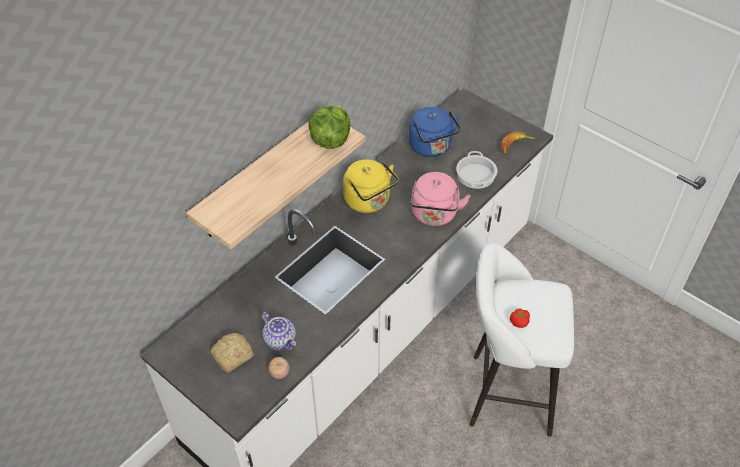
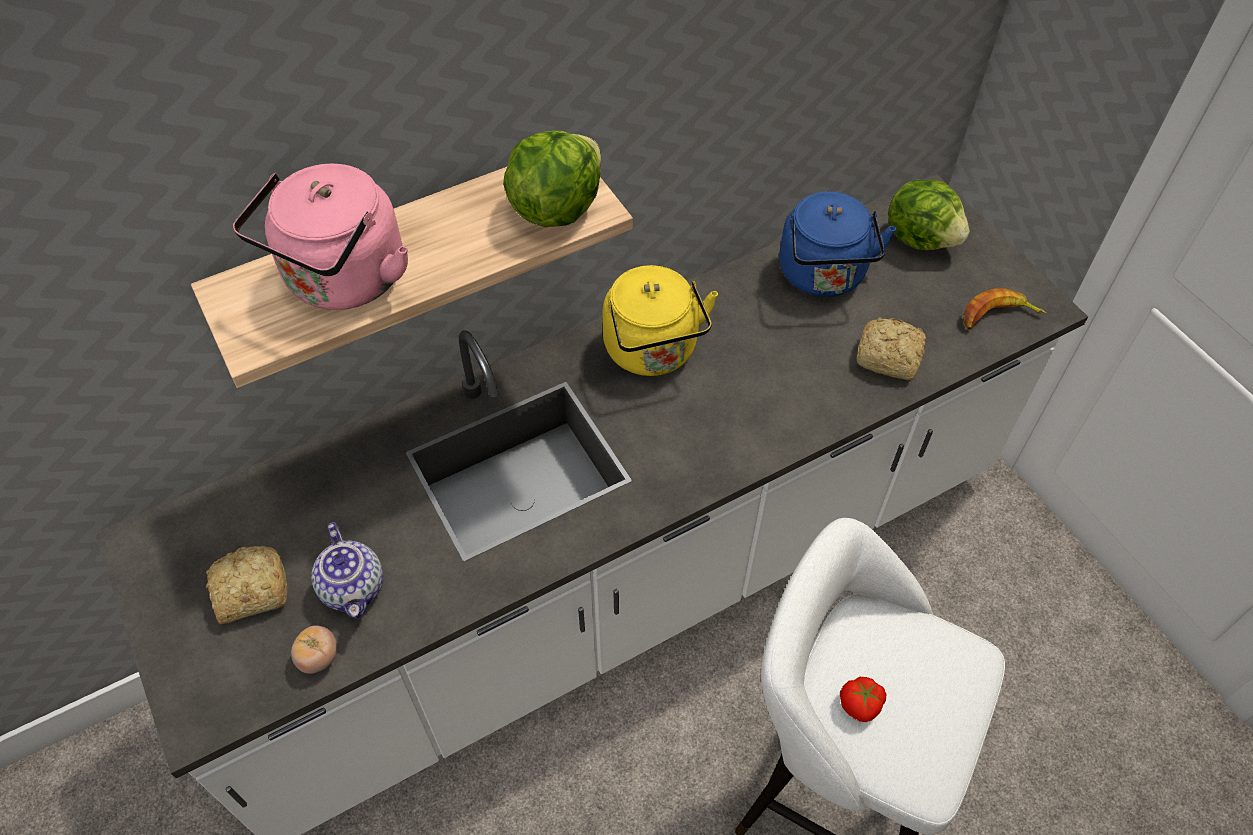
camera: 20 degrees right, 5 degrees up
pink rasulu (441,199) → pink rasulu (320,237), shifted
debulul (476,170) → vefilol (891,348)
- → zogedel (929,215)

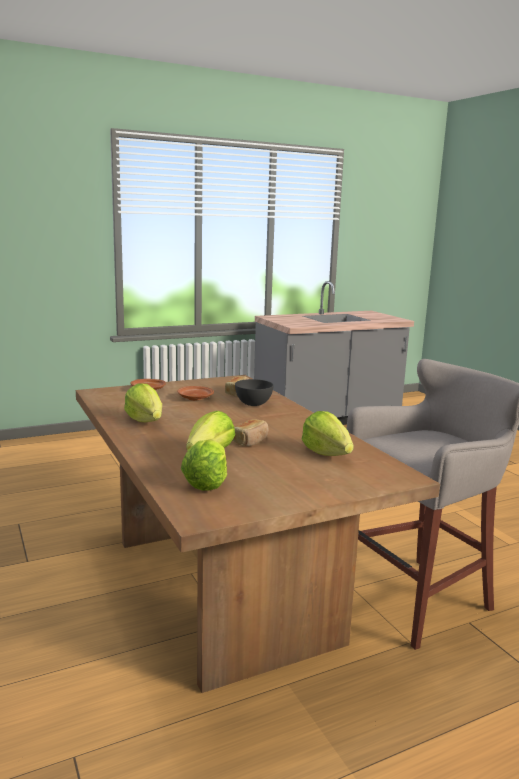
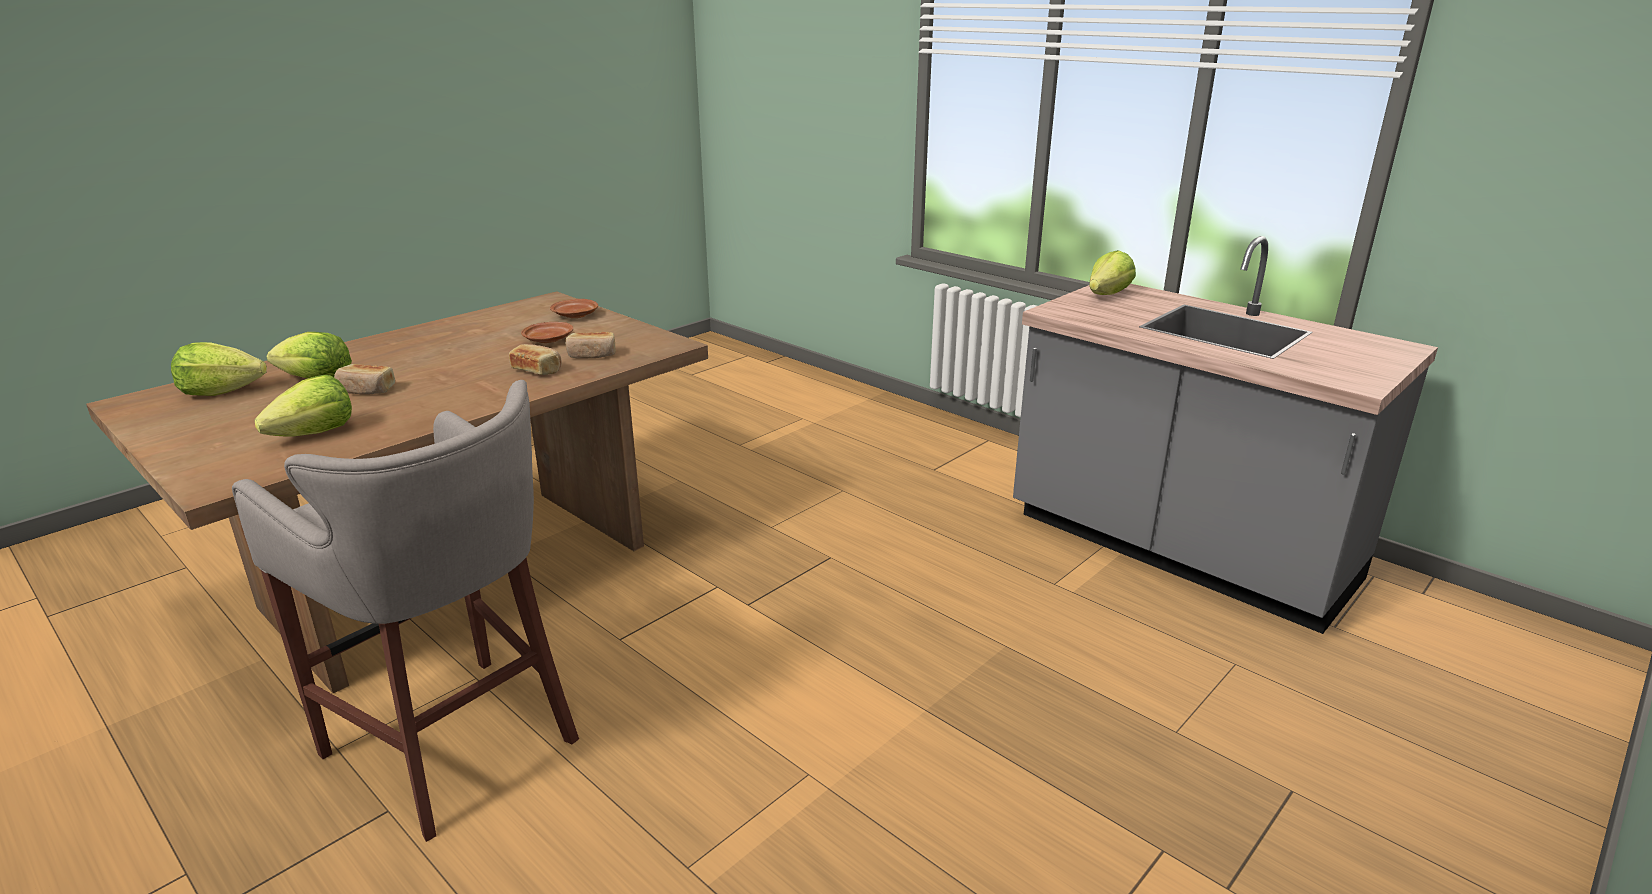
camera: 70 degrees right, 10 degrees up
zogedel (143,402) → zogedel (1112,272), shifted
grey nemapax (254,392) → vefilol (535,359)

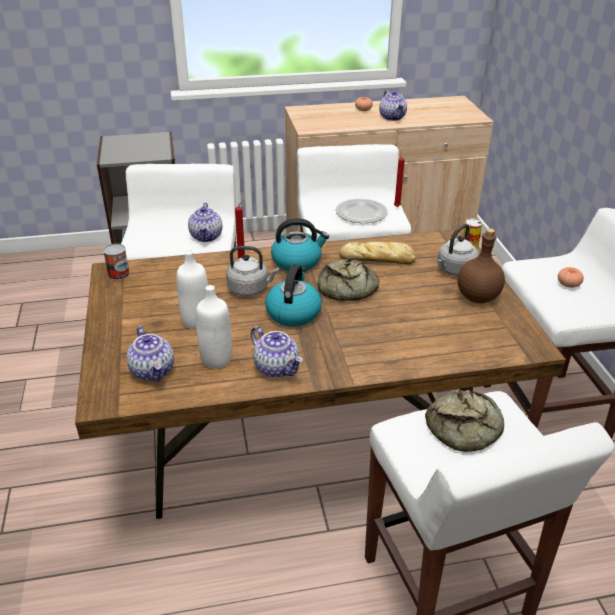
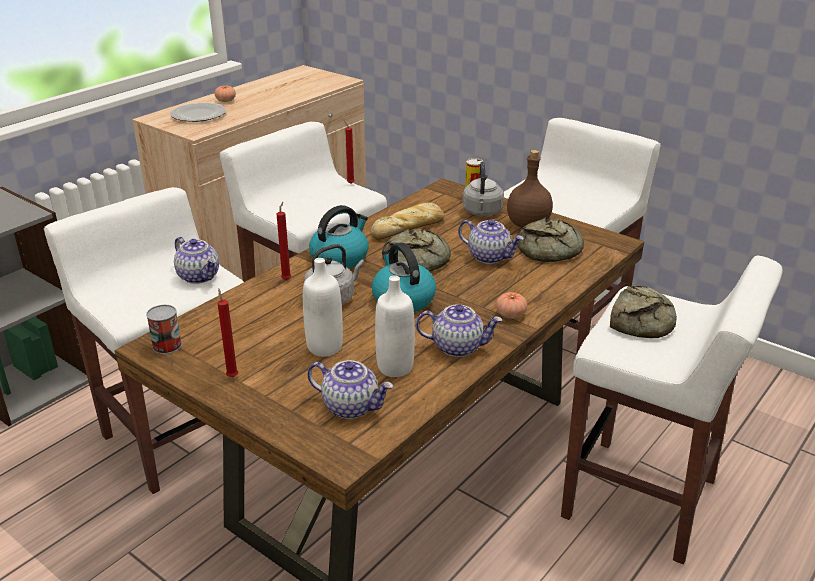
camera: 40 degrees left, 5 degrees down
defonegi (362,210) → defonegi (198,112), shifted
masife (393,105) → masife (491,241), shifted
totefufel (571,277) → totefufel (511,305), shifted
- → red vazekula (228,333)
- → vefilol (550,240)

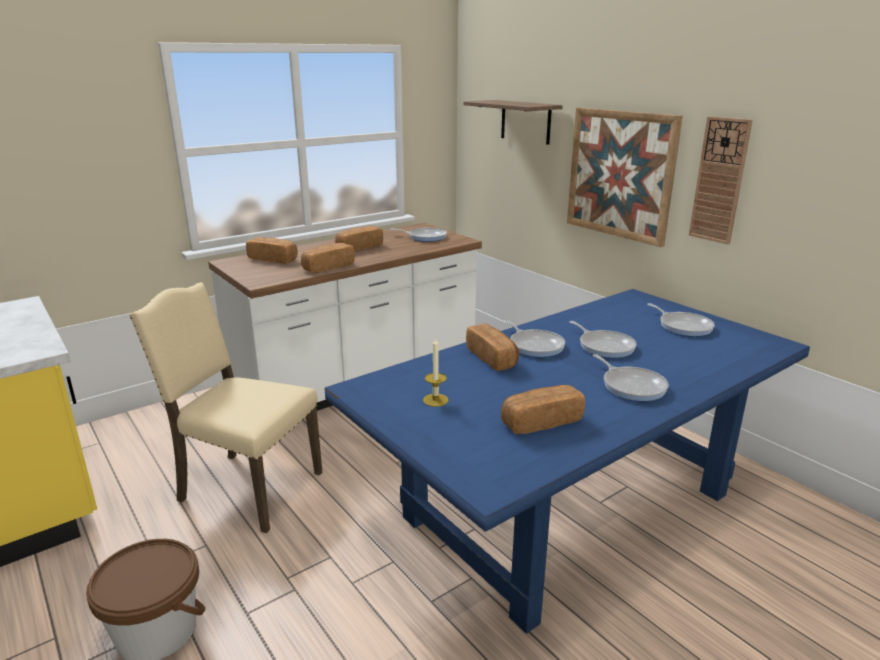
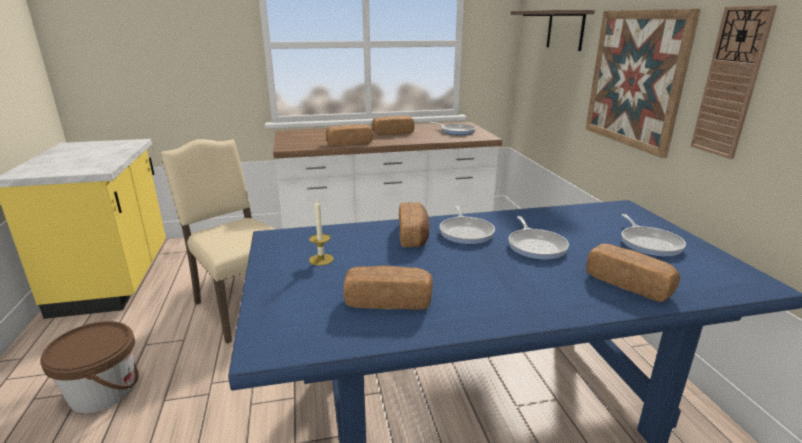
camera: 25 degrees right, 0 degrees up
vefilol (272,250) → vefilol (633,273), shifted
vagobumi (631,377) → -

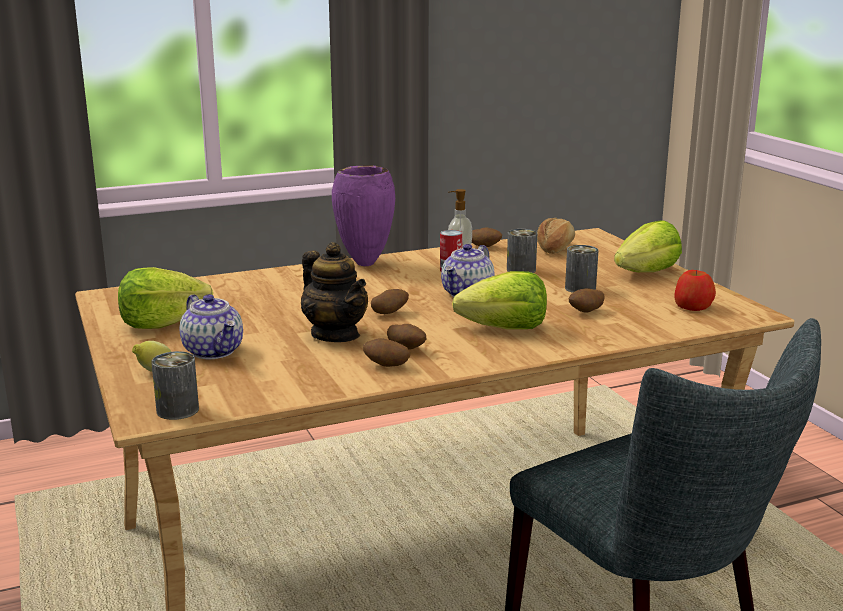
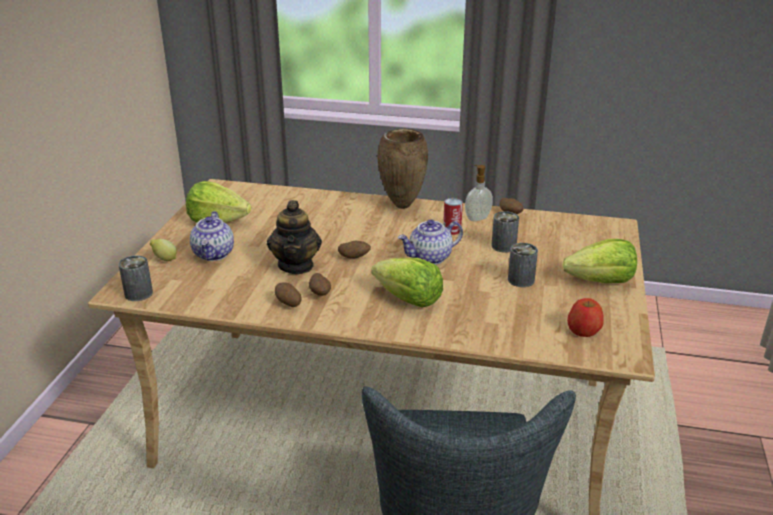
camera: 35 degrees right, 10 degrees up
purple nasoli (363,215) → brown nasoli (402,168)
vefilol (556,236) → -
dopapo (587,300) → -

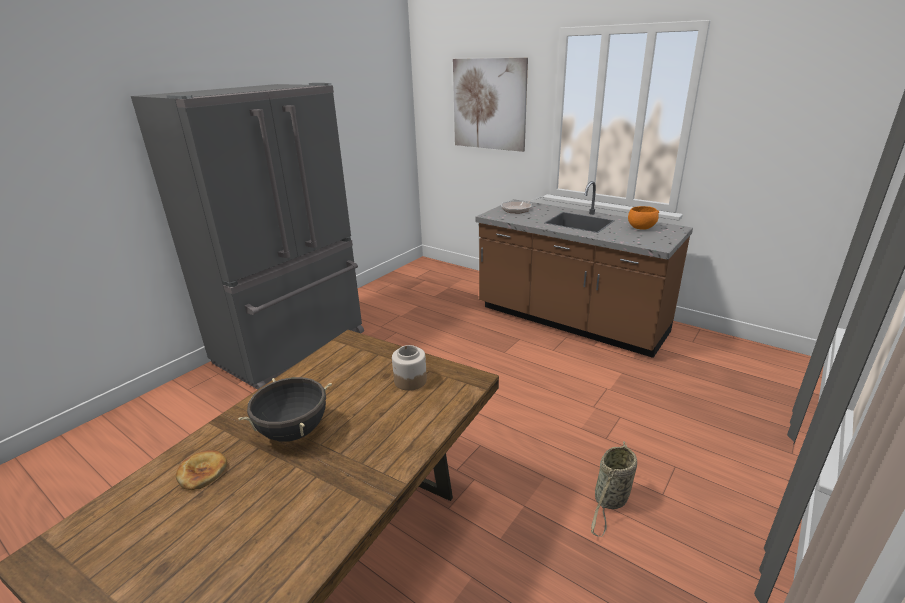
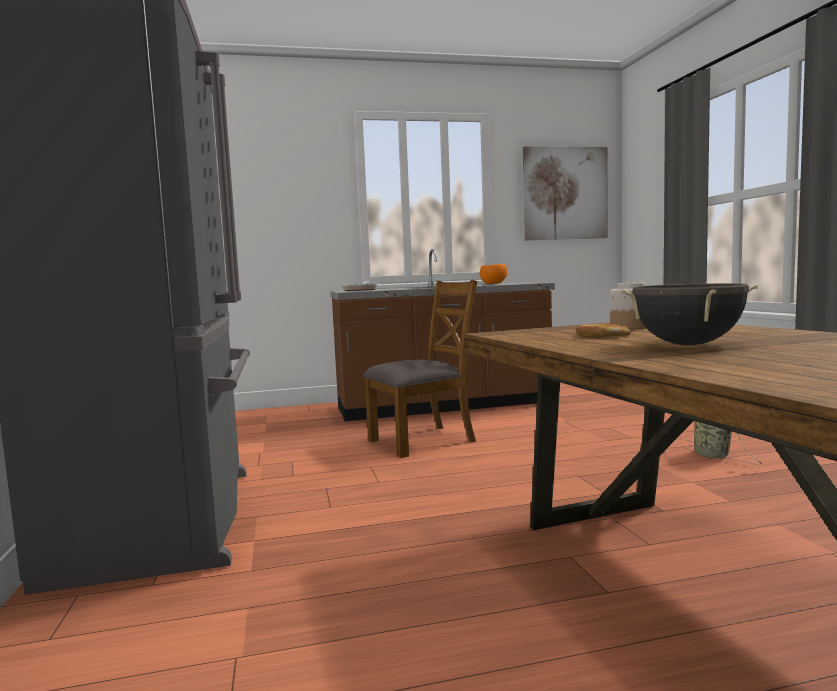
camera: 50 degrees left, 20 degrees down
vefilol (201,470) → vefilol (603,330), shifted
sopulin (490,105) → sopulin (565,193), shifted
- → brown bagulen (420,369)

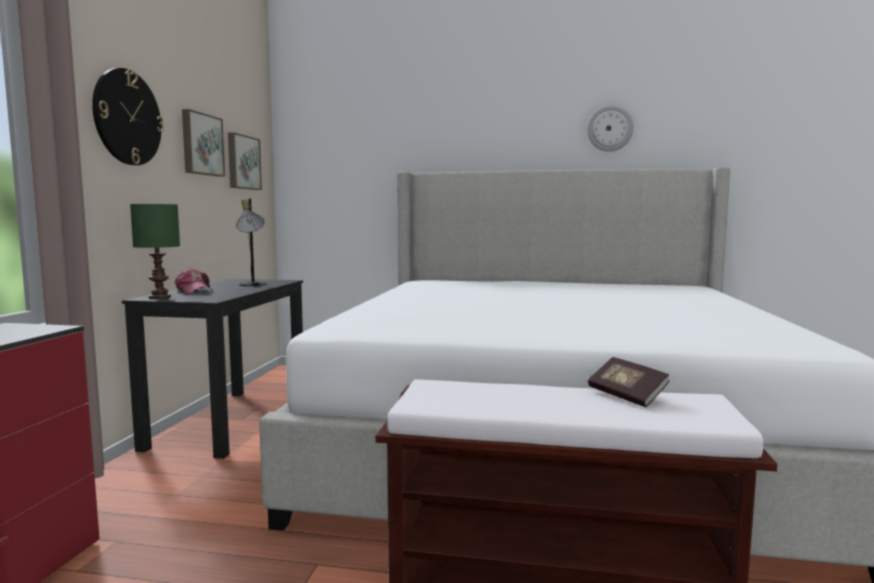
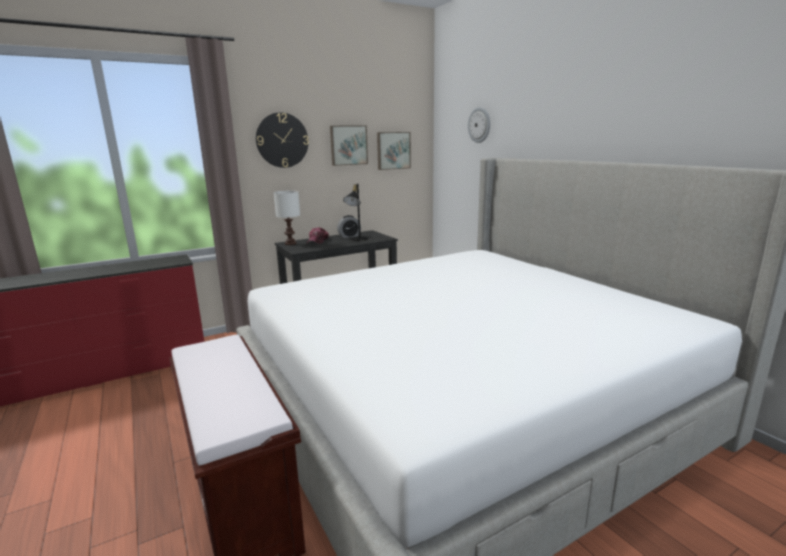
camera: 50 degrees right, 10 degrees up
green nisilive (155,251) → white nisilive (287,218)
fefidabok (610,129) → fefidabok (479,125), shifted
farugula (629,382) → -
- → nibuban (349,226)

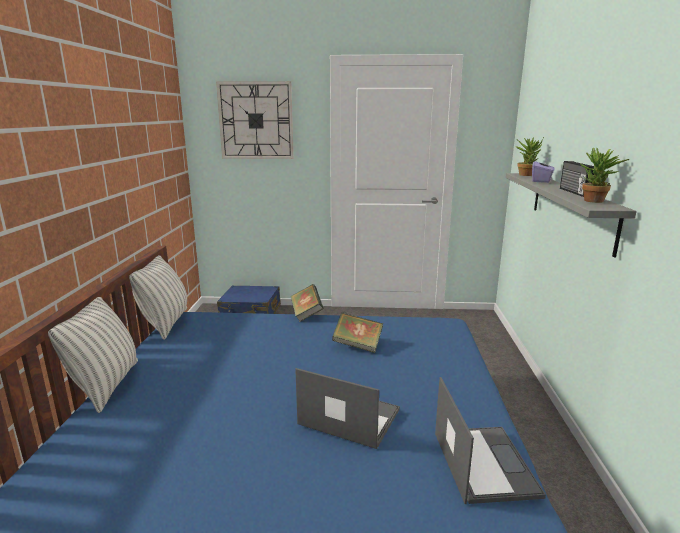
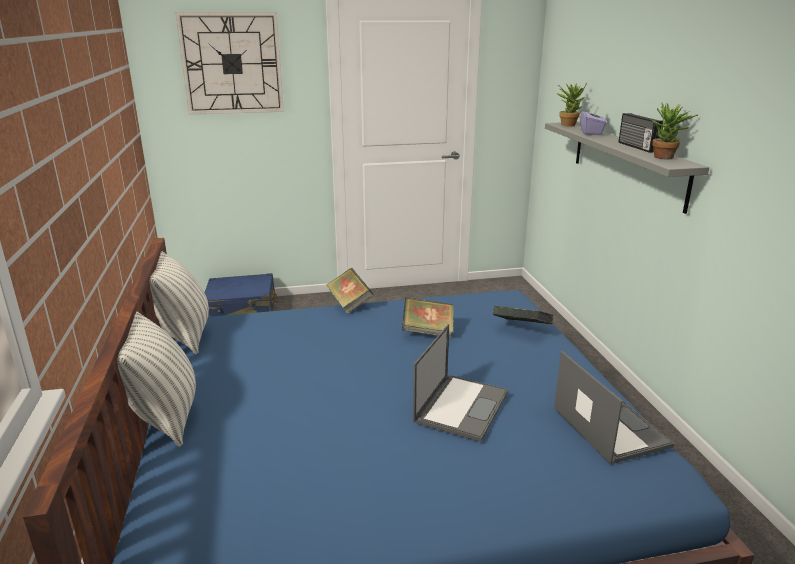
camera: 15 degrees left, 5 degrees up
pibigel (347,408) → pibigel (460,383), 105 degrees clockwise
- → farugula (523,314)

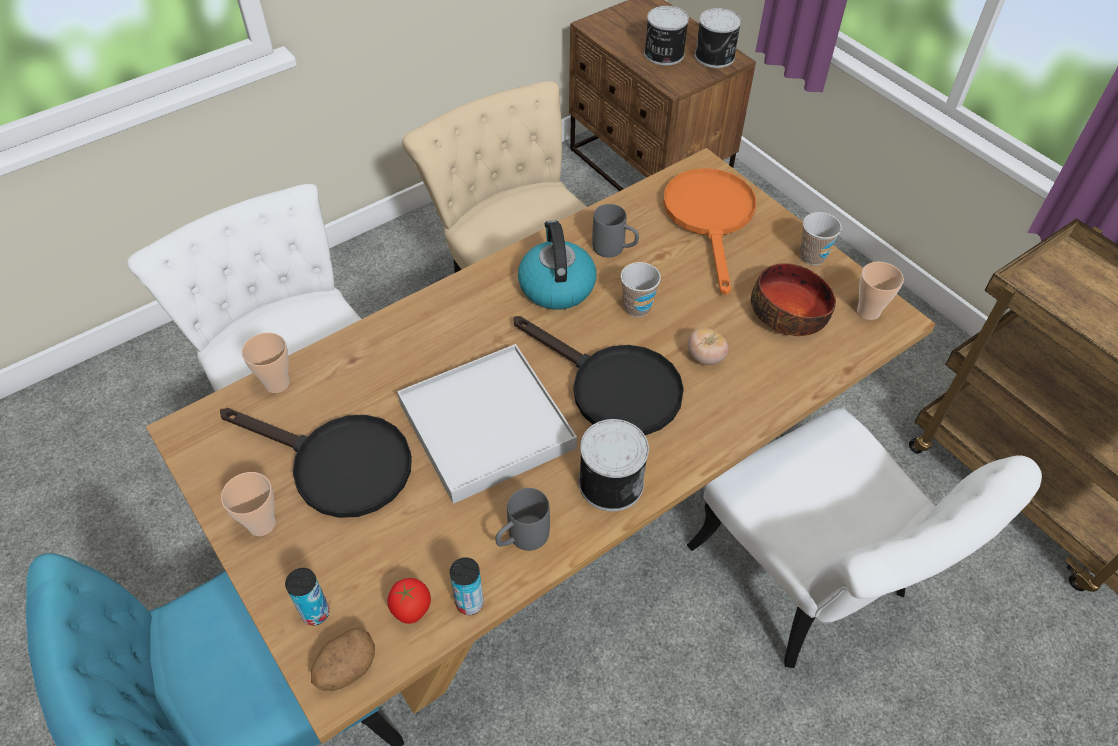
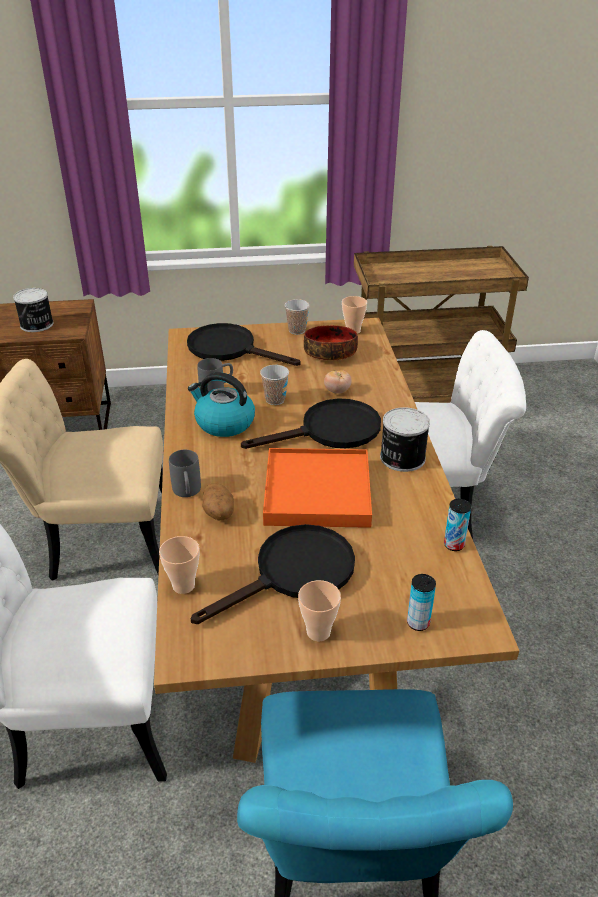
camera: 60 degrees left, 15 degrees down
dopapo (343,659) → dopapo (218,502), shifted
totefufel (409,601) → -
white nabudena (487,424) → orange nabudena (317,488)
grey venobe (522,519) → grey venobe (185,473), shifted
orange vagobumi (709,231) → black vagobumi (244,344)
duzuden (718,38) → -

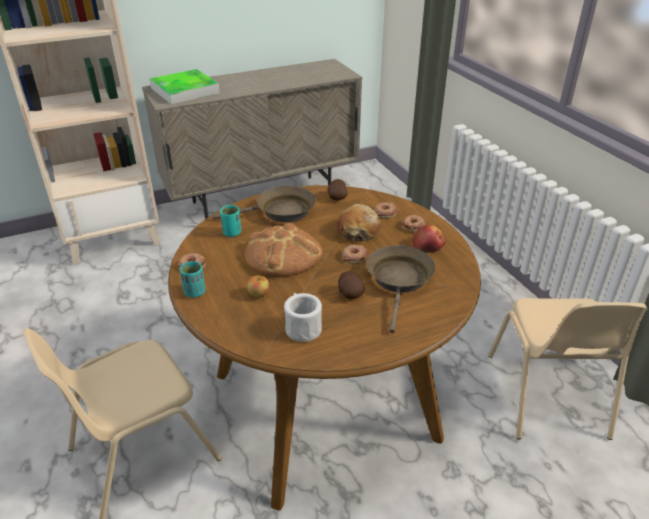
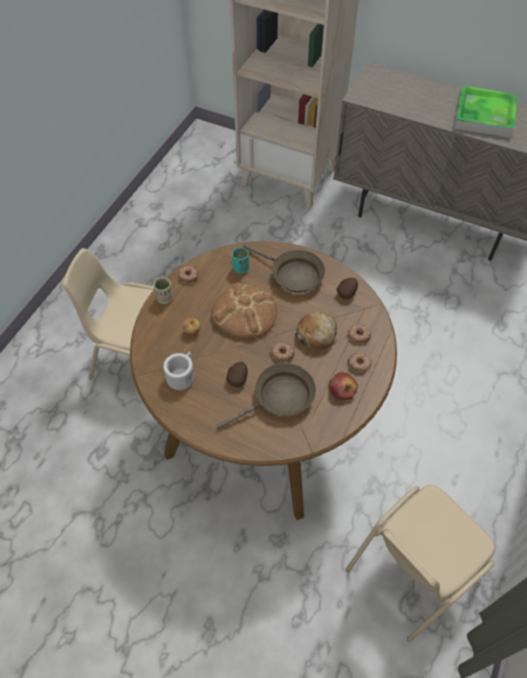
camera: 50 degrees right, 20 degrees up
nabudena (185,86) → nabudena (486,111), shifted
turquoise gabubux (193,279) → beige gabubux (163,290)

